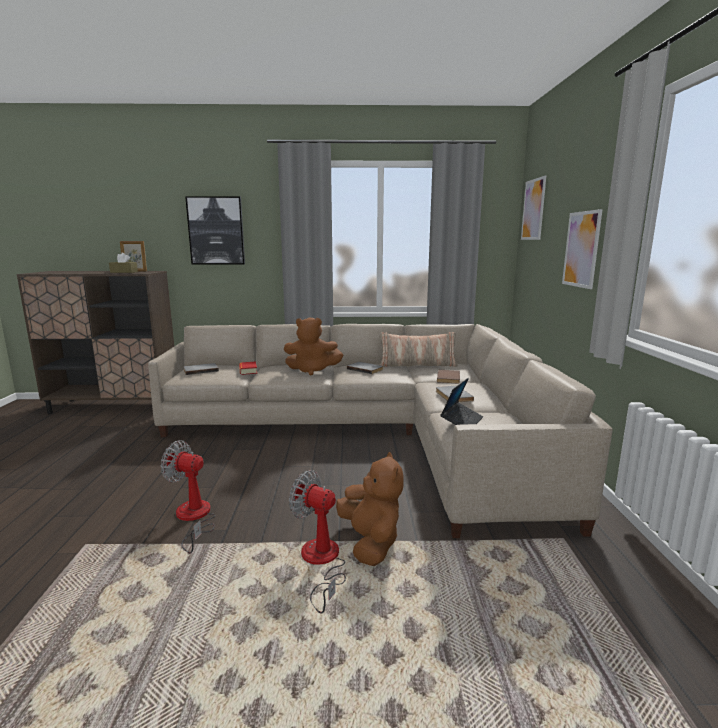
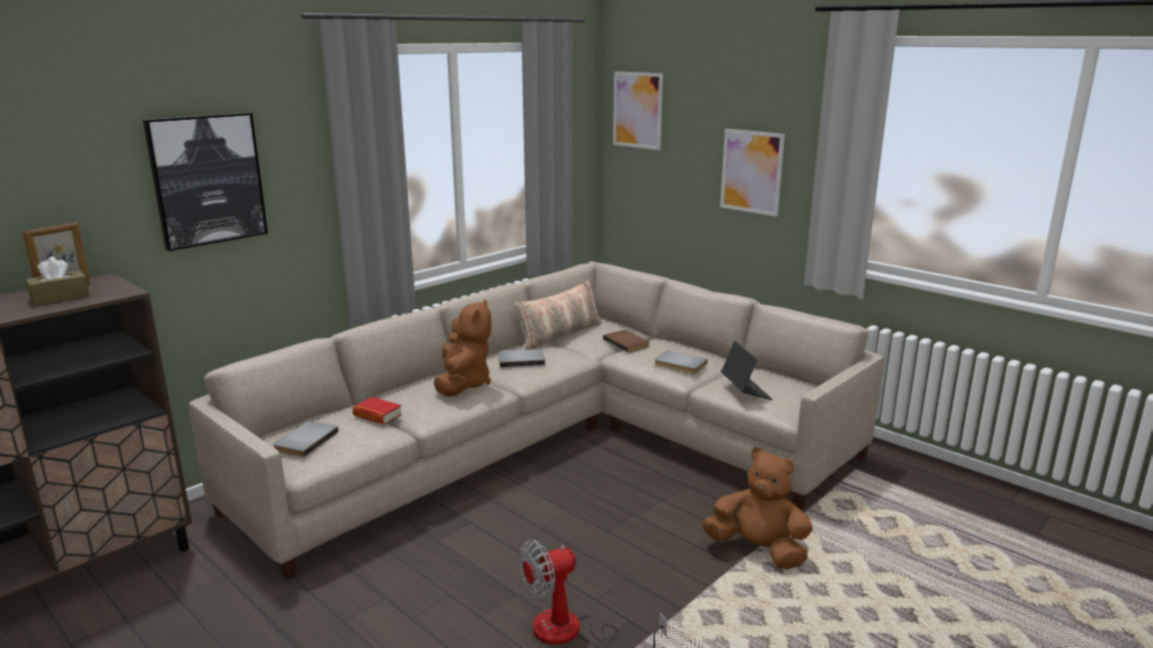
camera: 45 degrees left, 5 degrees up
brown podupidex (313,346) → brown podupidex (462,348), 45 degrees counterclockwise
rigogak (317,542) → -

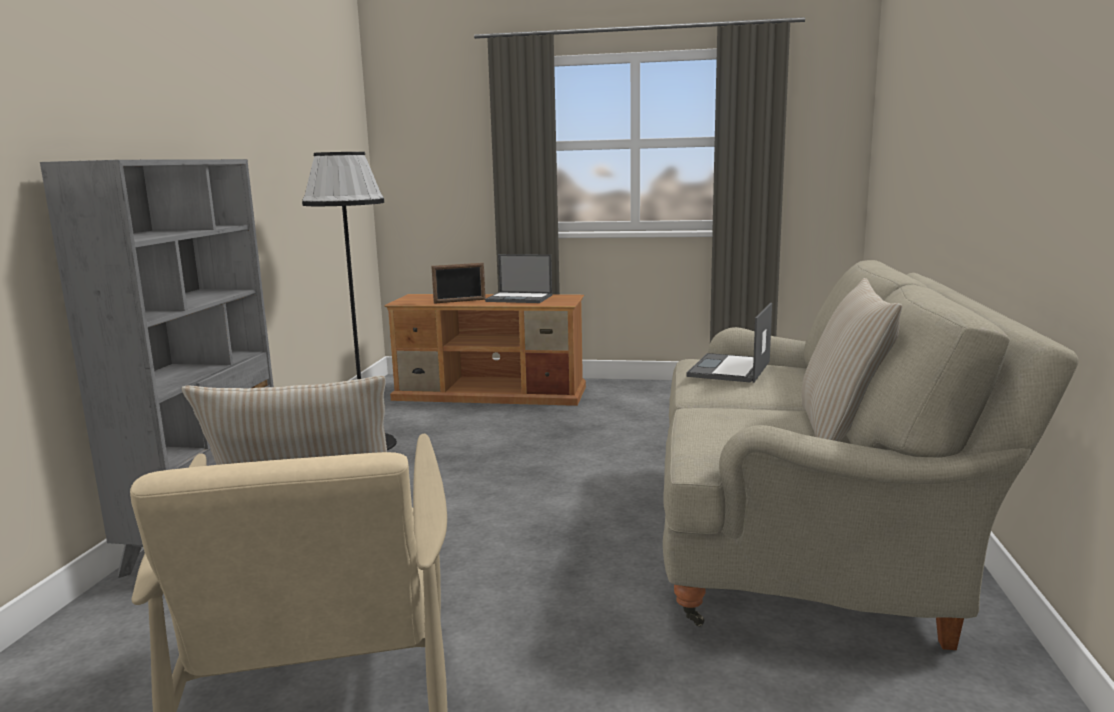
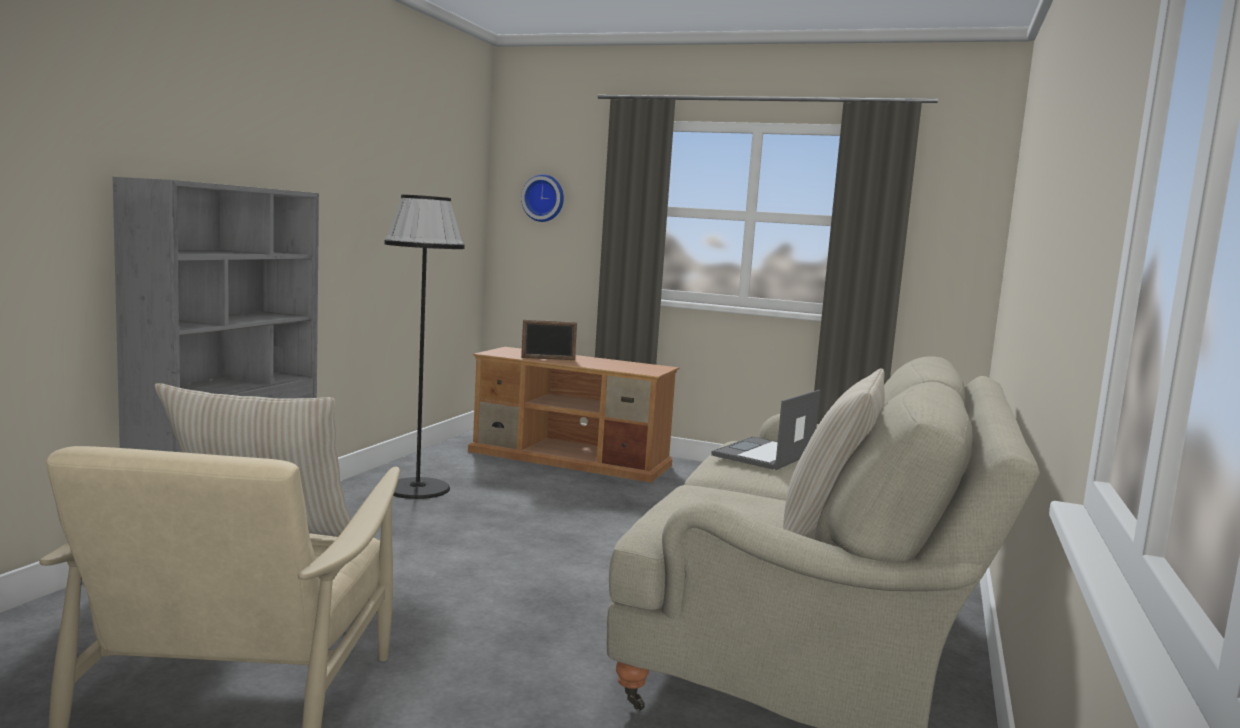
camera: 10 degrees right, 5 degrees down
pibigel (518,278) → -
- → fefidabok (542,198)

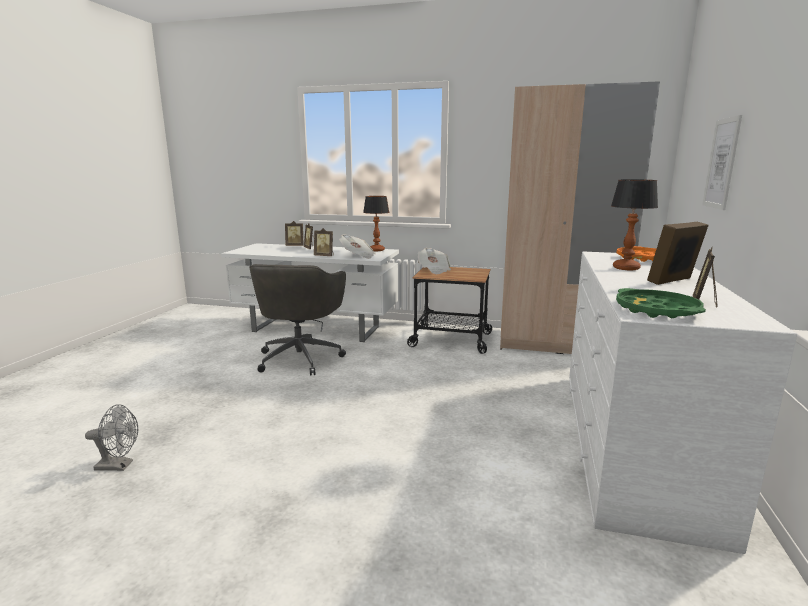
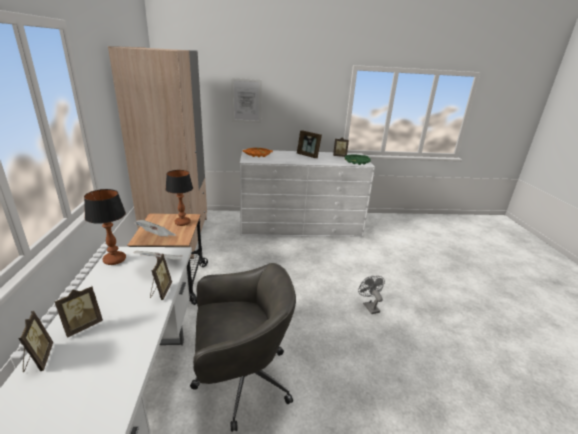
camera: 110 degrees left, 10 degrees up
grey rigogak (111,437) → grey rigogak (371,295), shifted
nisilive (634,224) → nisilive (179,198), shifted

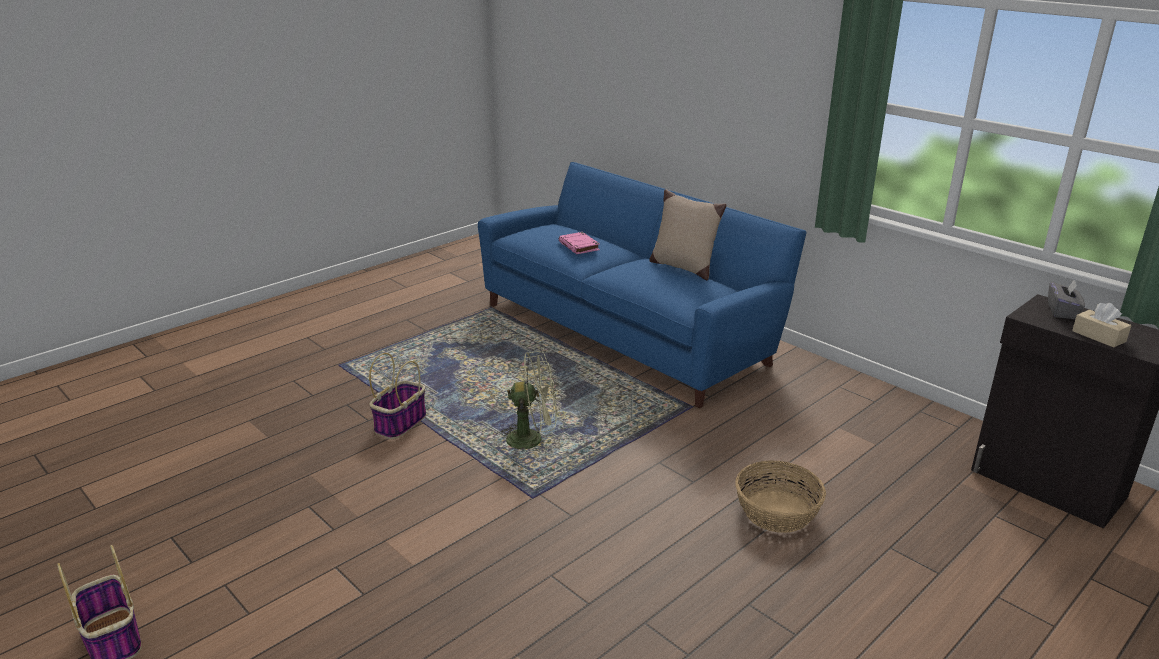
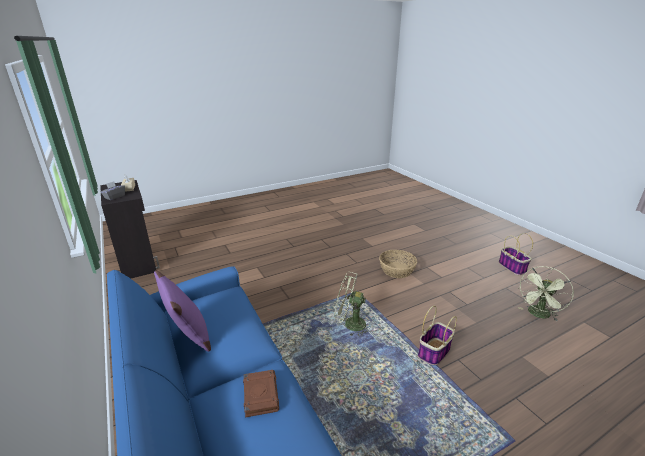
camera: 165 degrees left, 0 degrees up
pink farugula (579,243) → brown farugula (261,393)
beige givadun (687,234) → purple givadun (182,311)
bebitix (780,496) → bebitix (398,264), shifted
- → green rigogak (546,293)

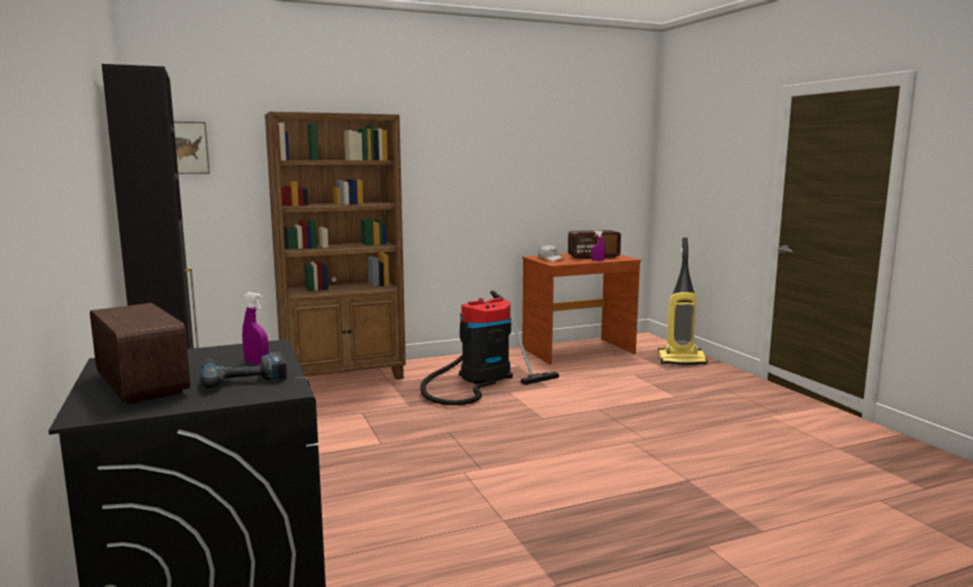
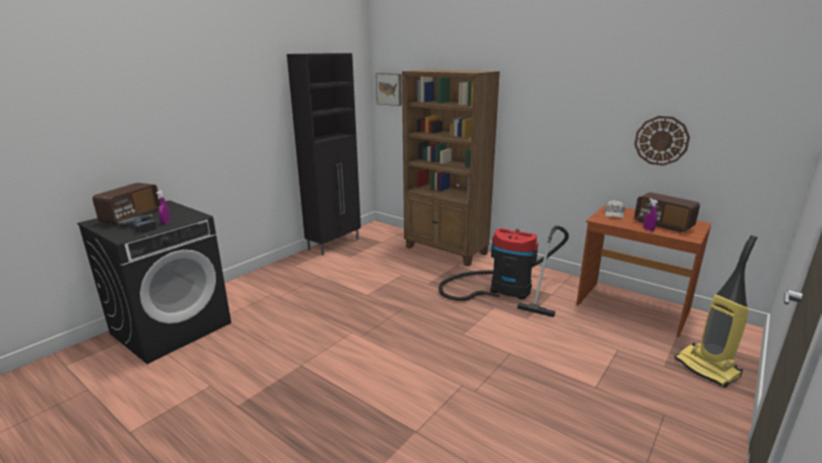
camera: 60 degrees right, 10 degrees up
- → fefidabok (662,141)

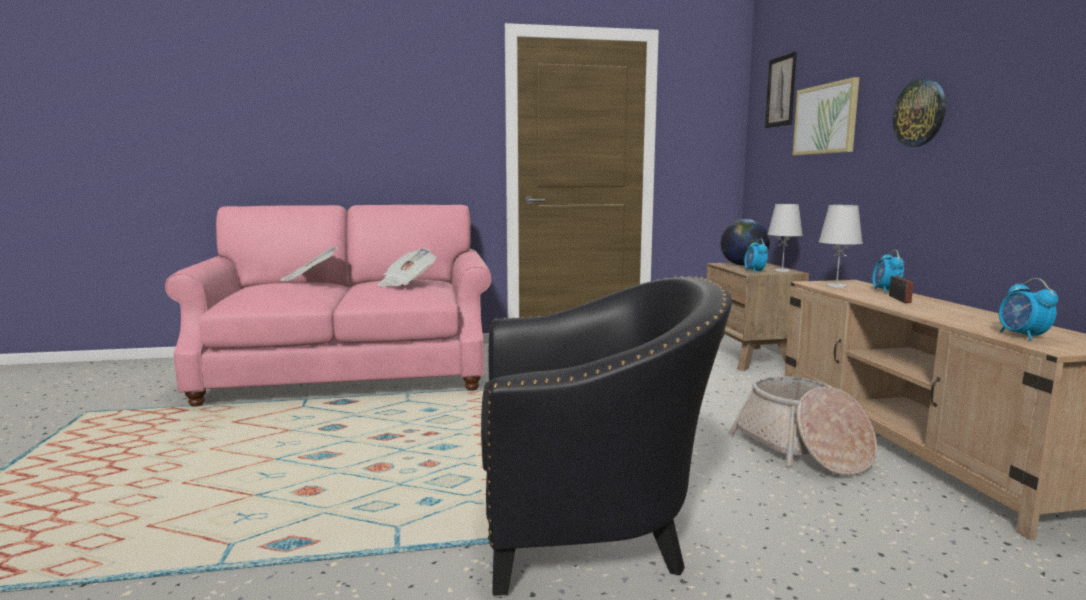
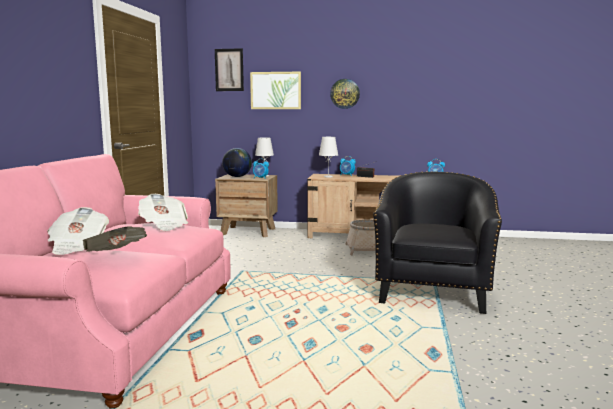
camera: 70 degrees left, 0 degrees up
- → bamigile (115,239)

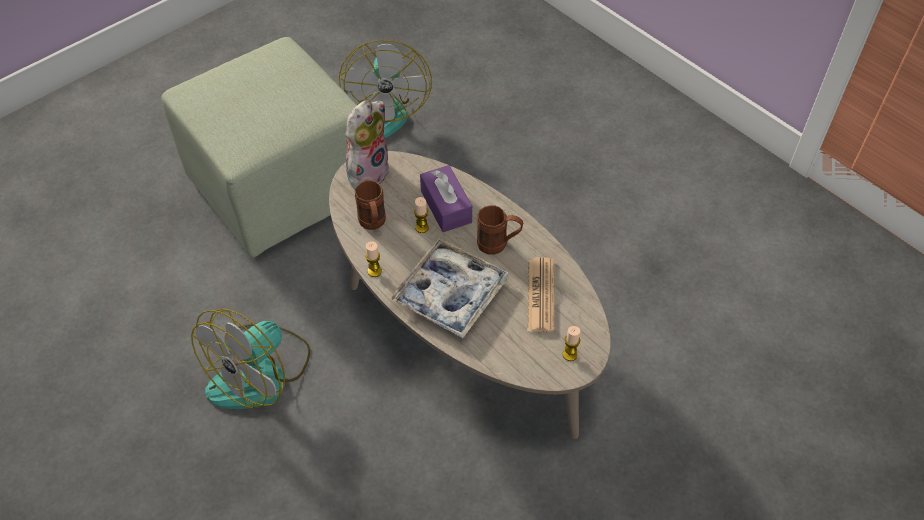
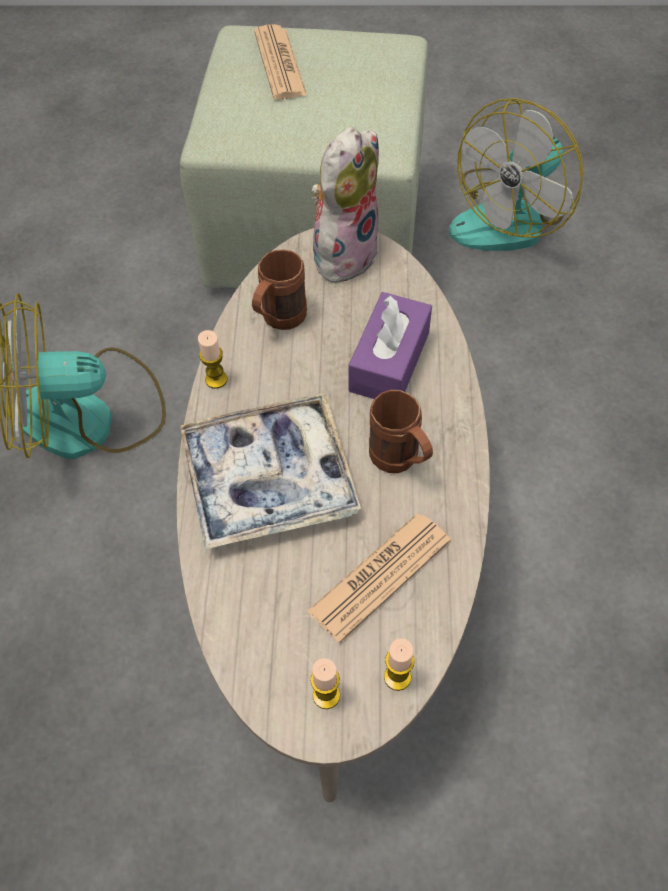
camera: 45 degrees right, 5 degrees up
podupidex (367,145) → podupidex (345,207), 45 degrees counterclockwise
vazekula (421,215) → vazekula (399,664), shifted
- → bamigile (280,62)

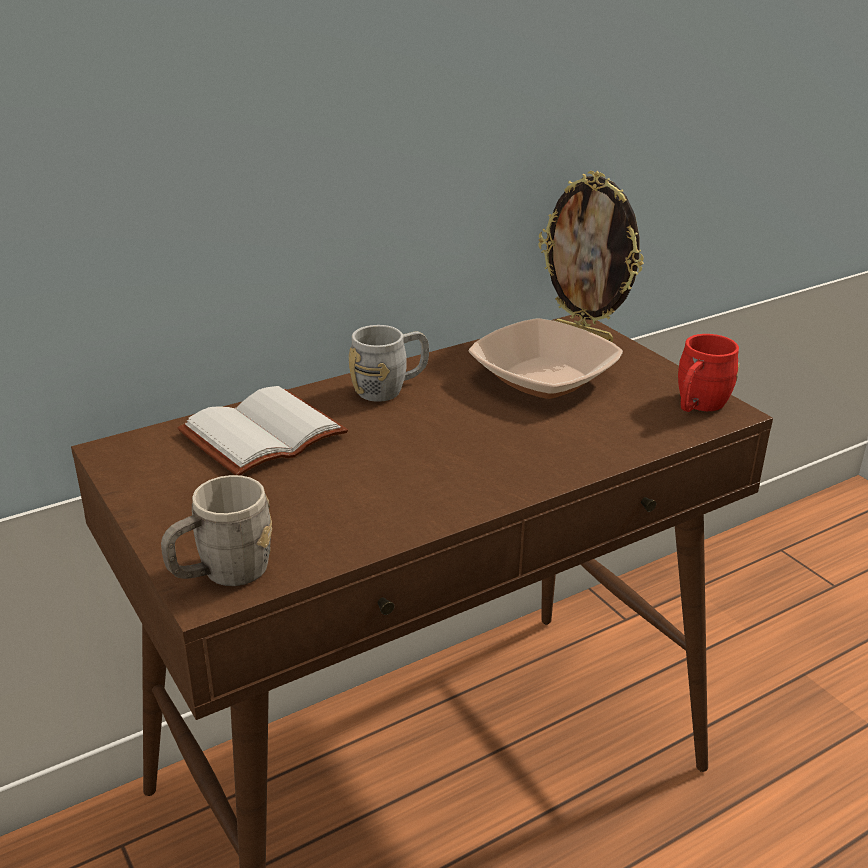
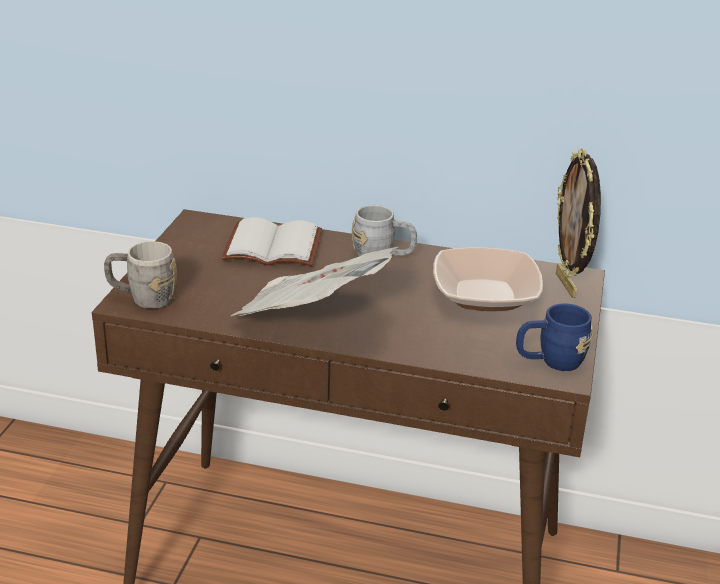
camera: 45 degrees right, 0 degrees up
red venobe (709,373) → blue venobe (554,337)
- → bamigile (314,281)

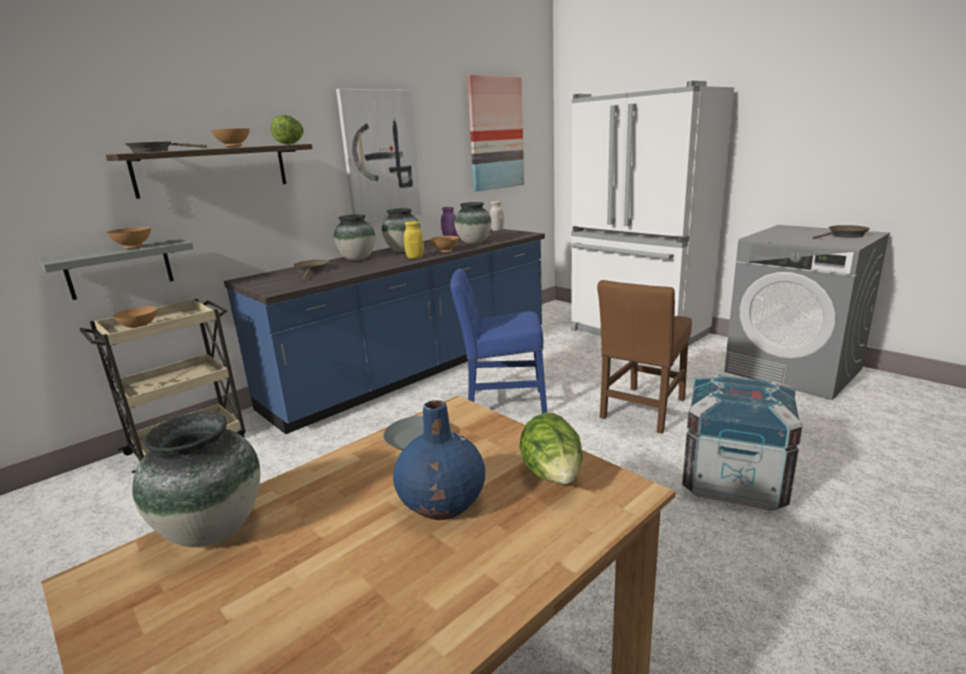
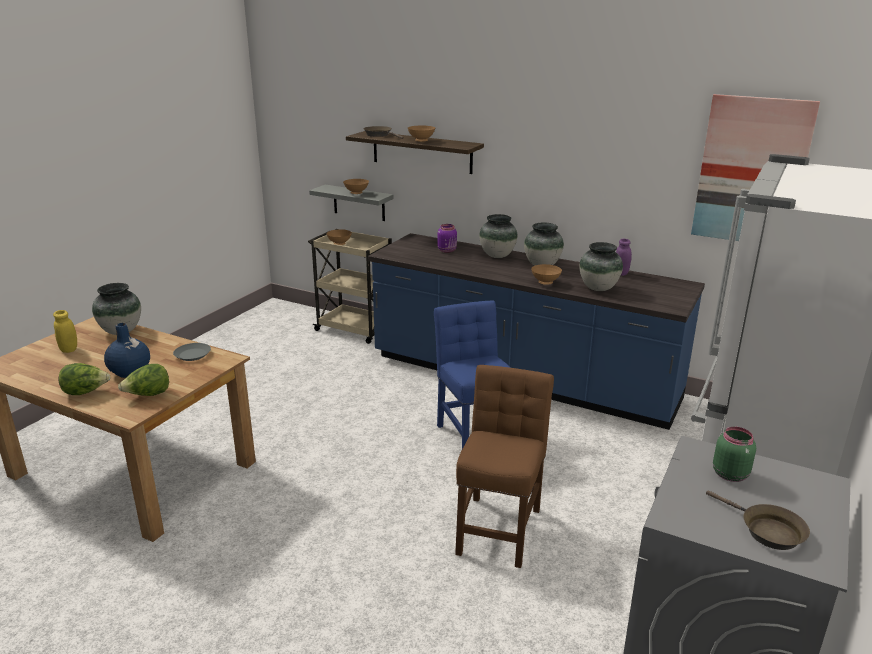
camera: 70 degrees right, 5 degrees up
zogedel (287,130) → zogedel (84,379), shifted
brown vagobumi (311,269) → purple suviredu (447,238)
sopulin (379,156) → -
yellow suviredu (414,240) → yellow suviredu (65,331), shifted
white suviredu (497,216) → -
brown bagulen (644,357) → brown bagulen (504,466), 90 degrees clockwise
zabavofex (742,442) → -
- → green suviredu (734,454)

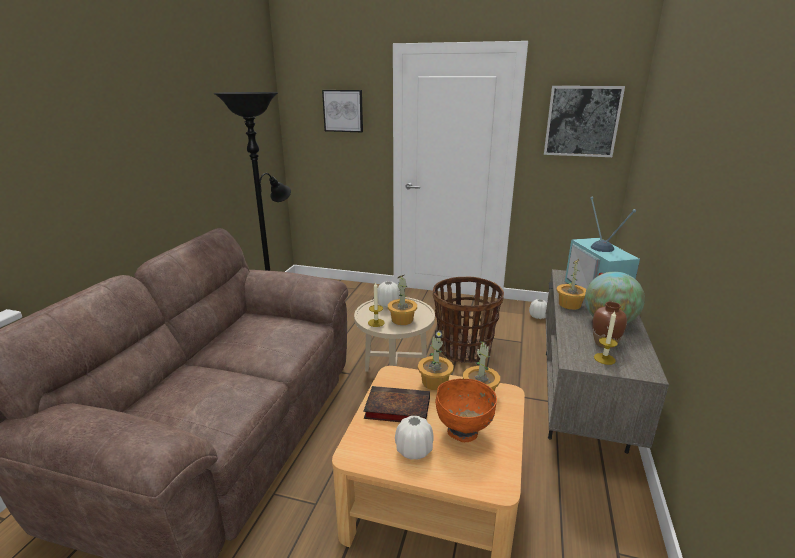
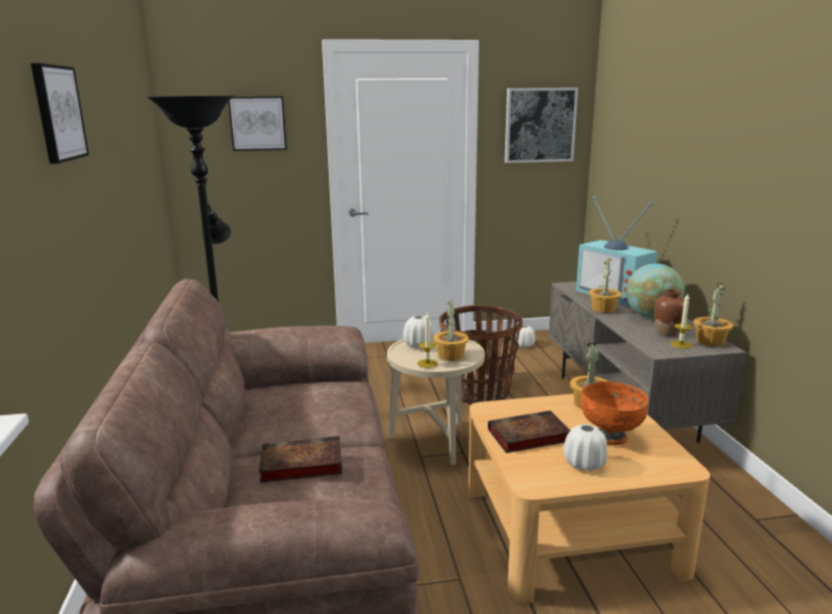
camera: 25 degrees left, 5 degrees down
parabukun (436,360) → parabukun (713,315), shifted
- → sopulin (60,113)
- → farugula (300,459)

